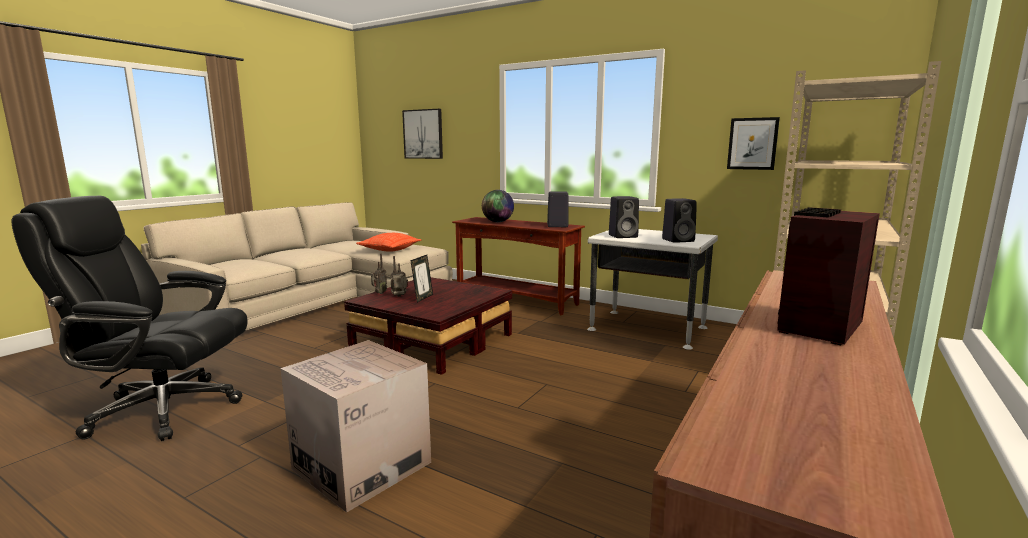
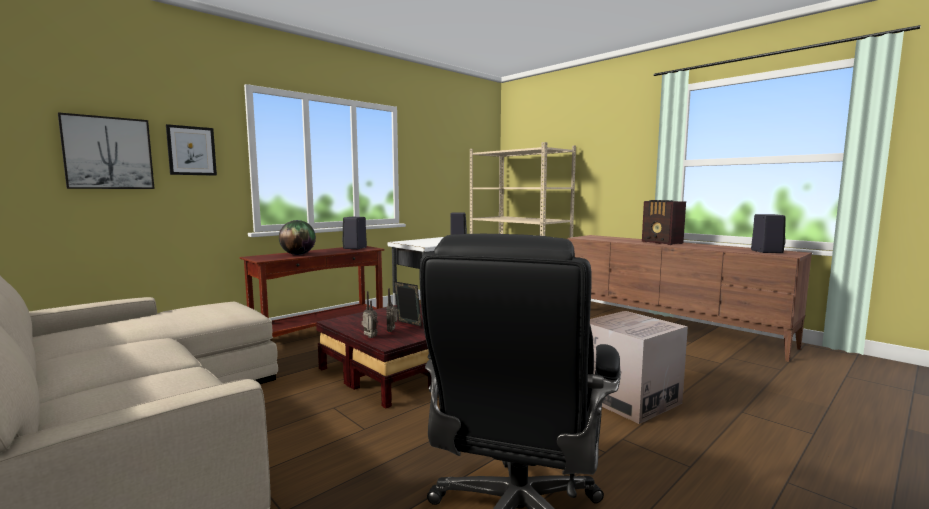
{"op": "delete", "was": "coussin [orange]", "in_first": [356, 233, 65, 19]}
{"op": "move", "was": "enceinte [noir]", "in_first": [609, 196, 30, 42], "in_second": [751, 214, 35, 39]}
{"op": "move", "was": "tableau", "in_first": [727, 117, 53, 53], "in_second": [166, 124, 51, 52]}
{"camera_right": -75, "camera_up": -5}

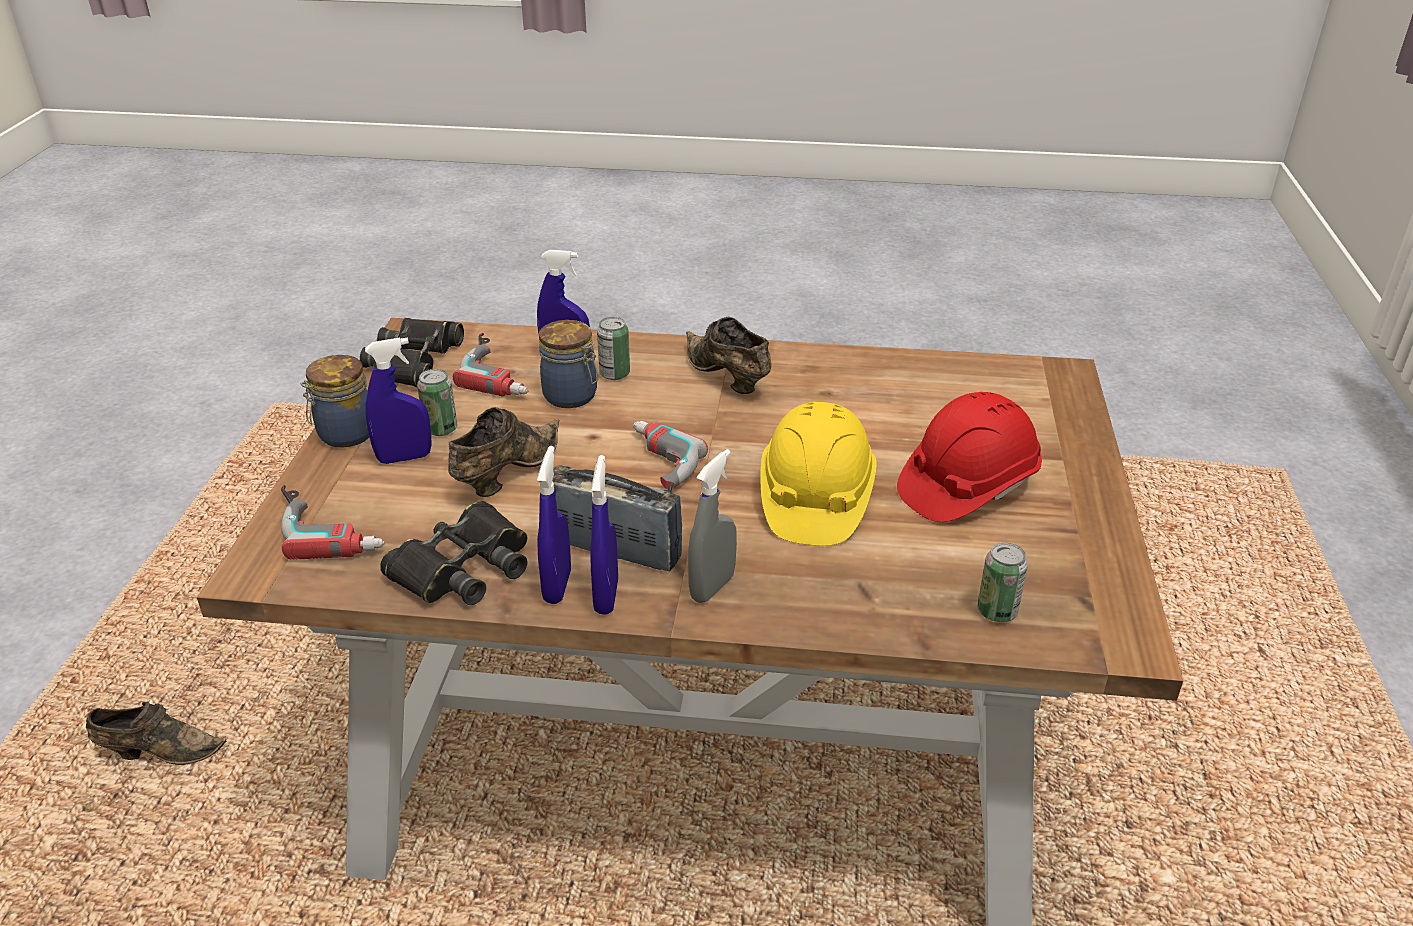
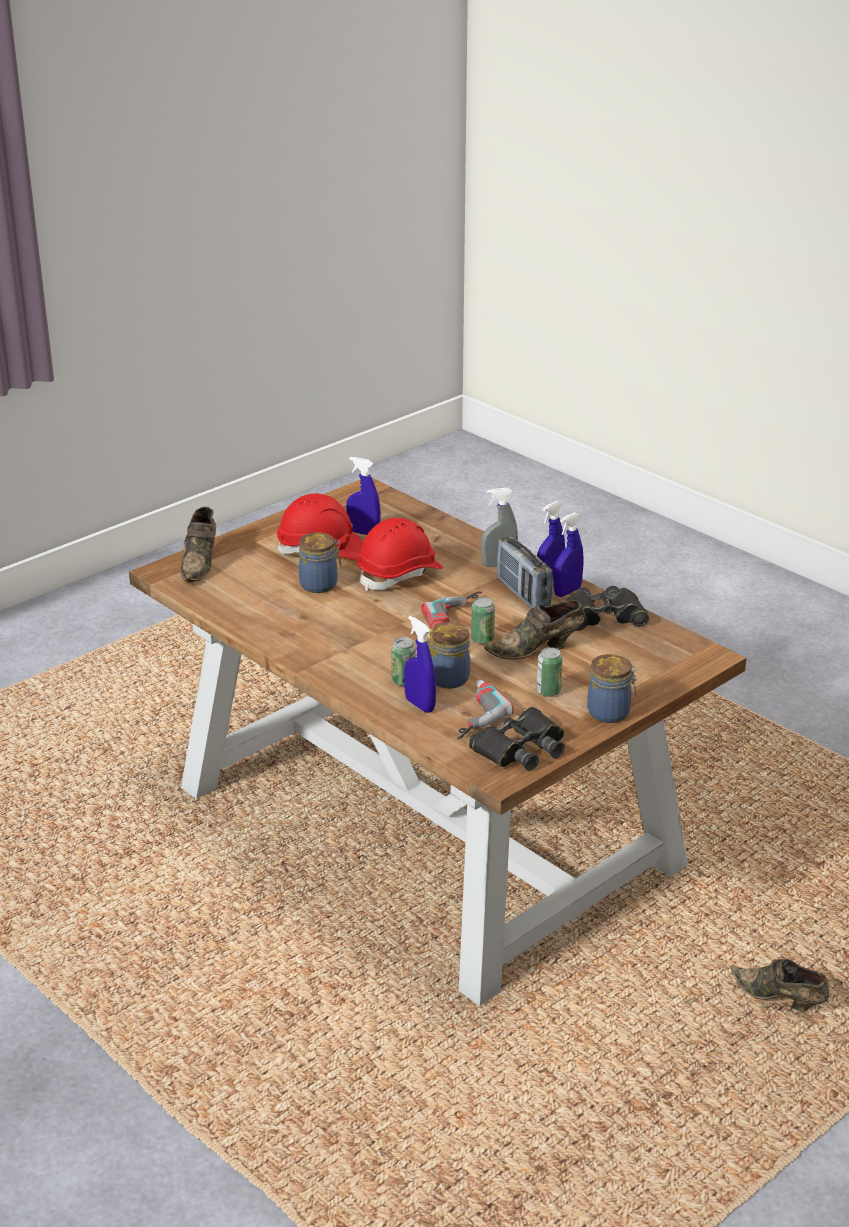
{"op": "delete", "was": "perceuse", "in_first": [281, 485, 104, 75]}
{"op": "insert", "now": "bocal", "in_second": [299, 532, 42, 61]}
{"op": "move", "was": "vaporisateur [bleu]", "in_first": [365, 337, 67, 127], "in_second": [346, 457, 35, 78]}
{"op": "move", "was": "chaussure [marron]", "in_first": [686, 317, 86, 77], "in_second": [180, 507, 36, 75]}
{"op": "move", "was": "boîte métallique", "in_first": [977, 542, 51, 80], "in_second": [471, 597, 24, 47]}
{"op": "recolor", "was": "casque de chantier [jaune]", "now": "casque de chantier [rouge]", "in_first": [760, 402, 117, 144], "in_second": [357, 518, 86, 73]}
{"camera_right": -140, "camera_up": -5}

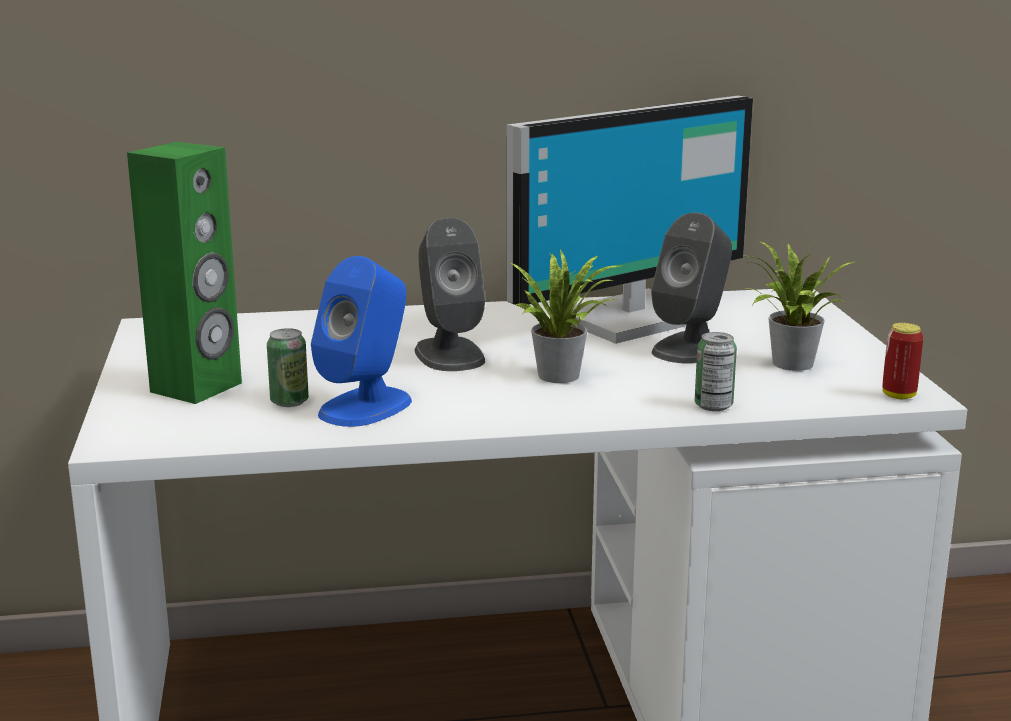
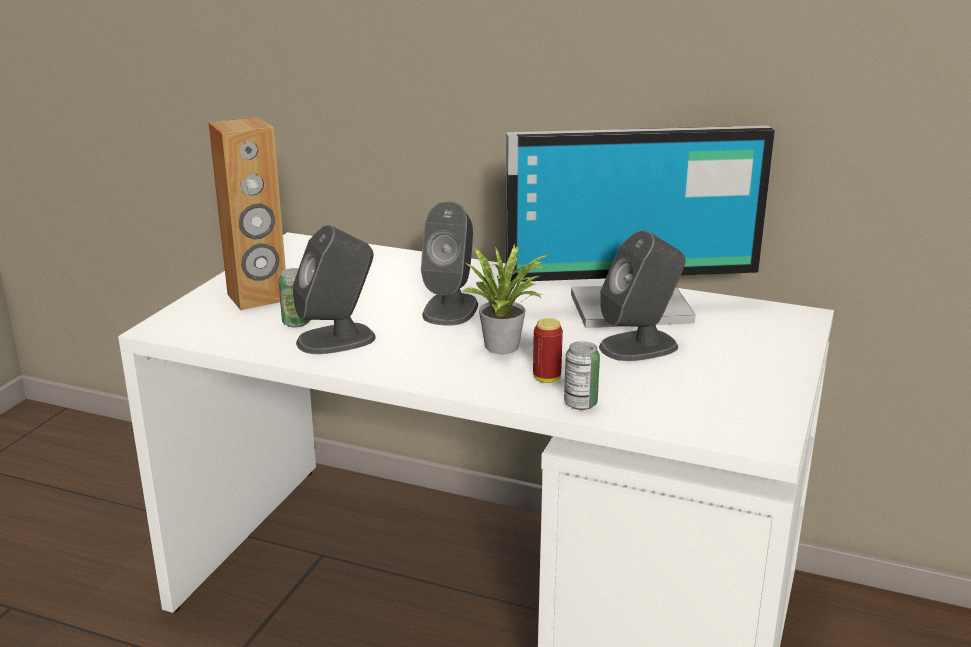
{"op": "delete", "was": "plante en pot", "in_first": [746, 241, 108, 130]}
{"op": "move", "was": "boîte métallique", "in_first": [882, 323, 41, 76], "in_second": [533, 318, 30, 65]}
{"op": "recolor", "was": "enceinte [vert]", "now": "enceinte [marron]", "in_first": [127, 142, 115, 262], "in_second": [209, 117, 77, 193]}
{"op": "recolor", "was": "enceinte [bleu]", "now": "enceinte [gris]", "in_first": [311, 256, 101, 171], "in_second": [293, 225, 83, 129]}
{"camera_right": 30, "camera_up": 5}

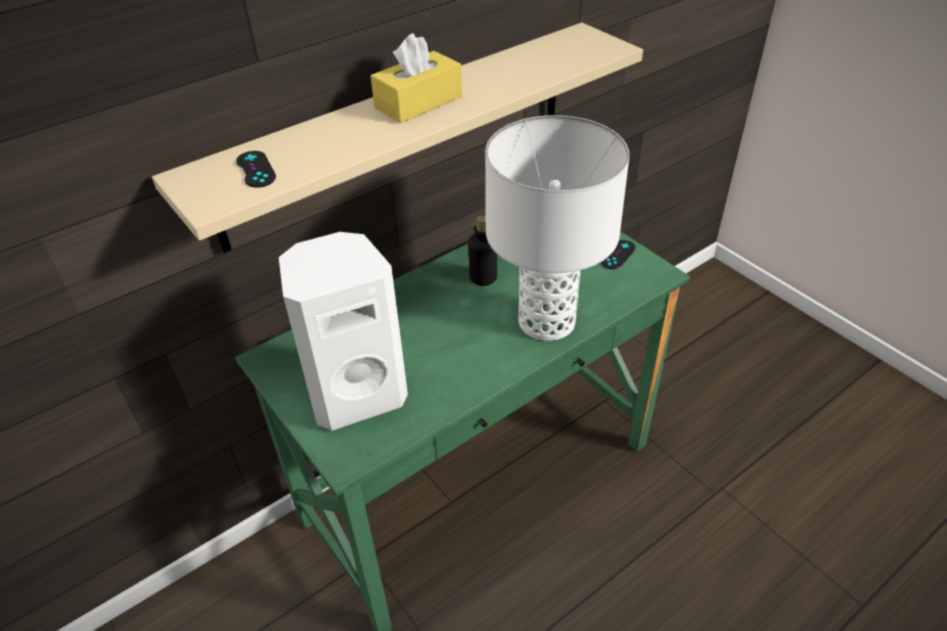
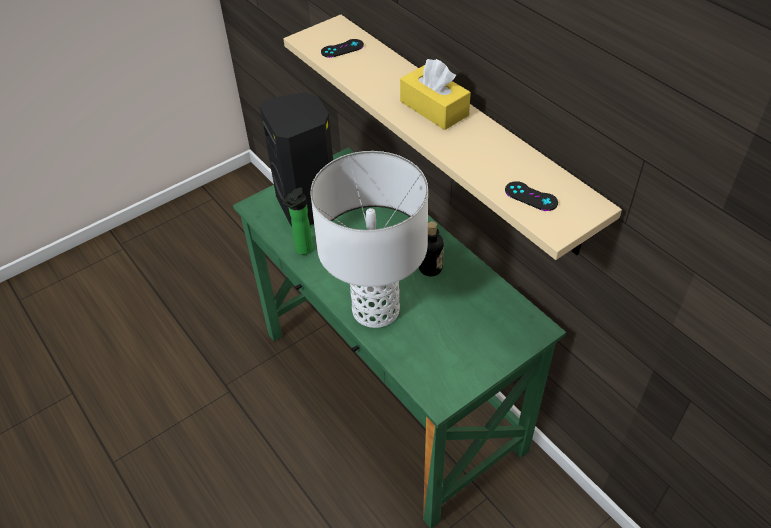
{"op": "insert", "now": "bouteille", "in_second": [282, 188, 31, 67]}
{"op": "move", "was": "manette [noir]", "in_first": [601, 240, 34, 29], "in_second": [505, 181, 53, 30]}
{"op": "recolor", "was": "enceinte [blanc]", "now": "enceinte [noir]", "in_first": [279, 232, 129, 199], "in_second": [260, 92, 73, 135]}
{"camera_right": 90, "camera_up": 5}

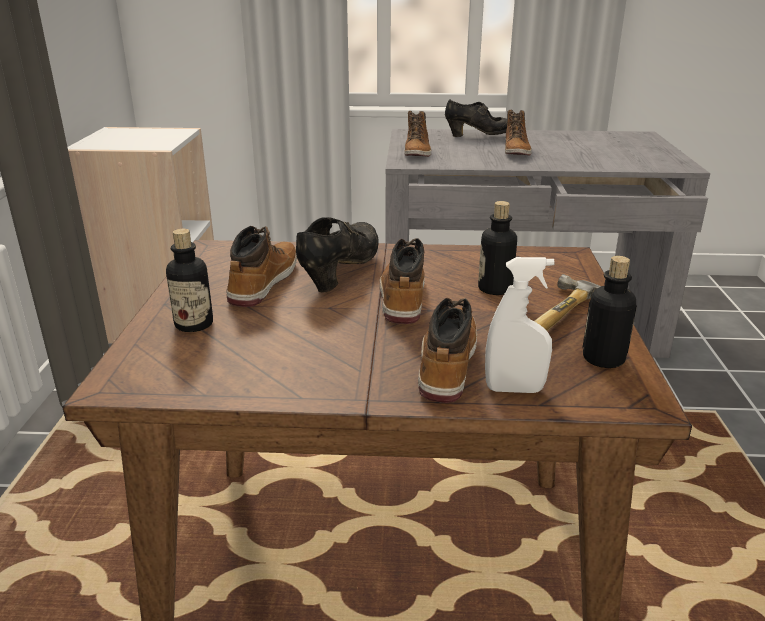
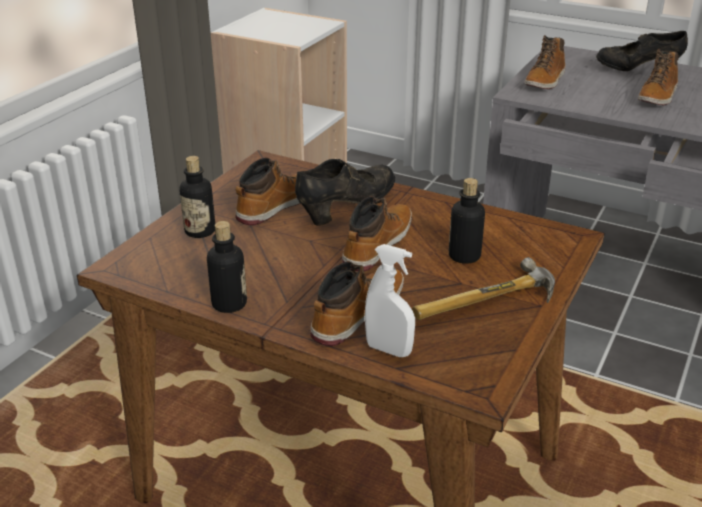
{"op": "move", "was": "bouteille", "in_first": [582, 256, 55, 112], "in_second": [207, 221, 40, 92]}
{"op": "rotate", "was": "chaussure [noir]", "in_first": [445, 99, 62, 38], "in_second": [596, 31, 92, 40], "clockwise": 150}
{"camera_right": 25, "camera_up": 5}

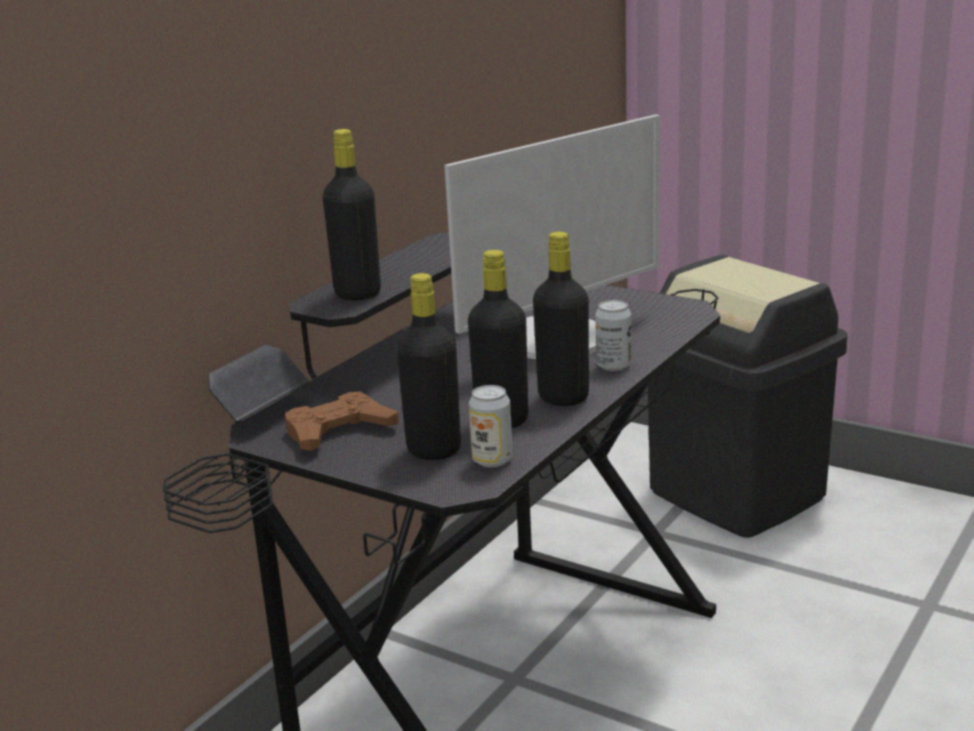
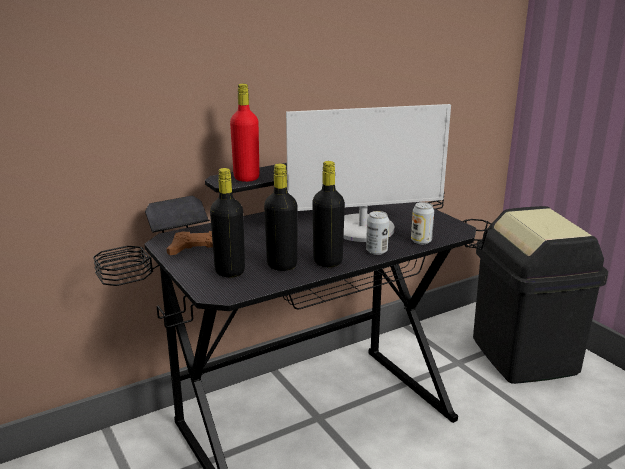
{"op": "move", "was": "boîte métallique", "in_first": [469, 385, 44, 83], "in_second": [411, 202, 23, 42]}
{"op": "recolor", "was": "bouteille [noir]", "now": "bouteille [rouge]", "in_first": [323, 129, 58, 171], "in_second": [230, 84, 29, 98]}
{"camera_right": 25, "camera_up": 0}

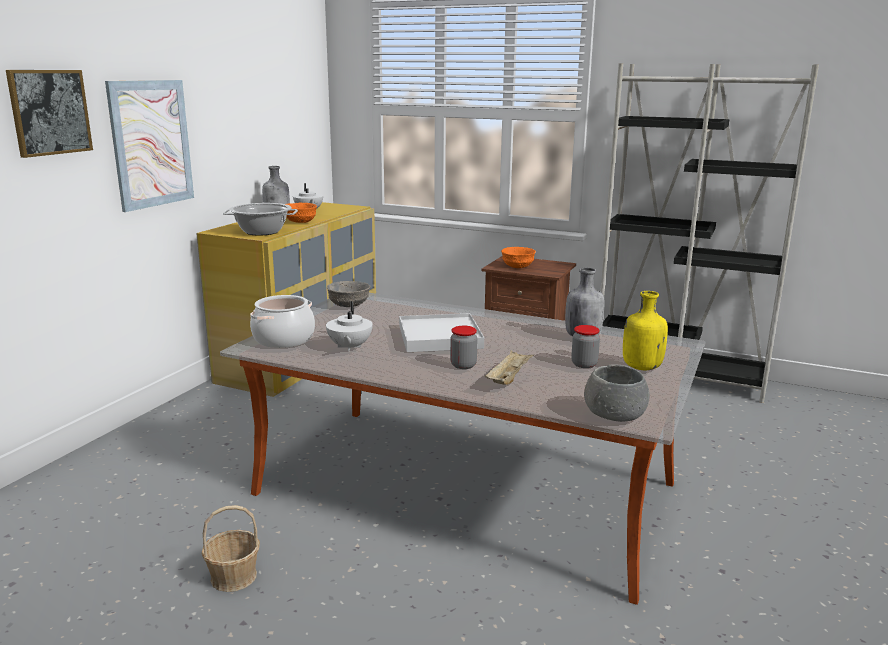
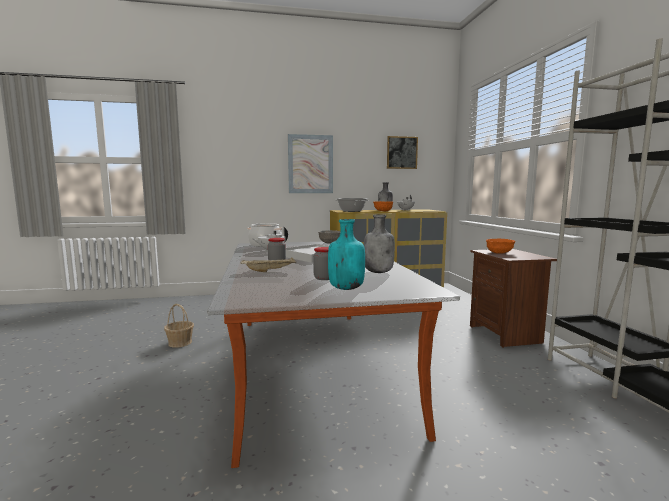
{"op": "delete", "was": "bol [gris]", "in_first": [584, 365, 66, 57]}
{"op": "move", "was": "tableau", "in_first": [6, 70, 87, 88], "in_second": [387, 136, 31, 33]}
{"op": "recolor", "was": "bouteille [jaune]", "now": "bouteille [turquoise]", "in_first": [623, 291, 45, 79], "in_second": [328, 219, 37, 71]}
{"camera_right": 55, "camera_up": -10}

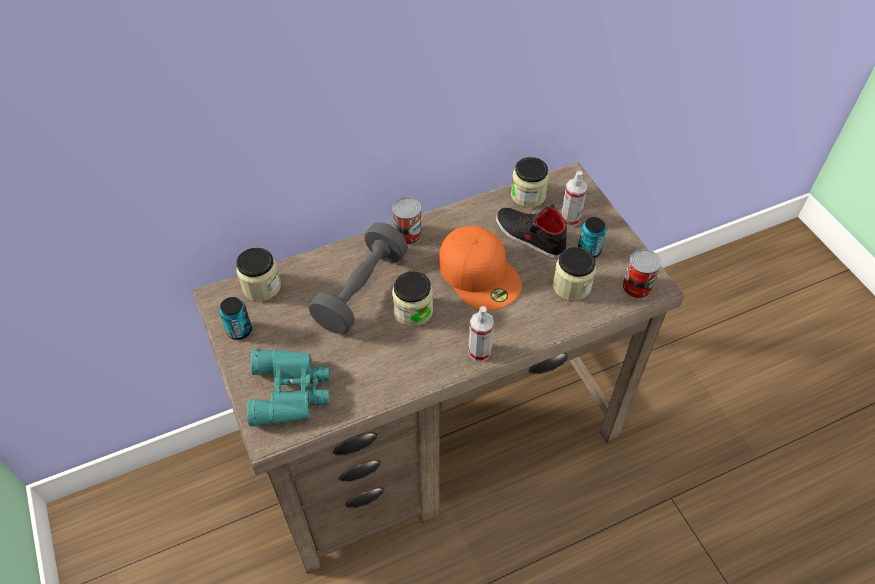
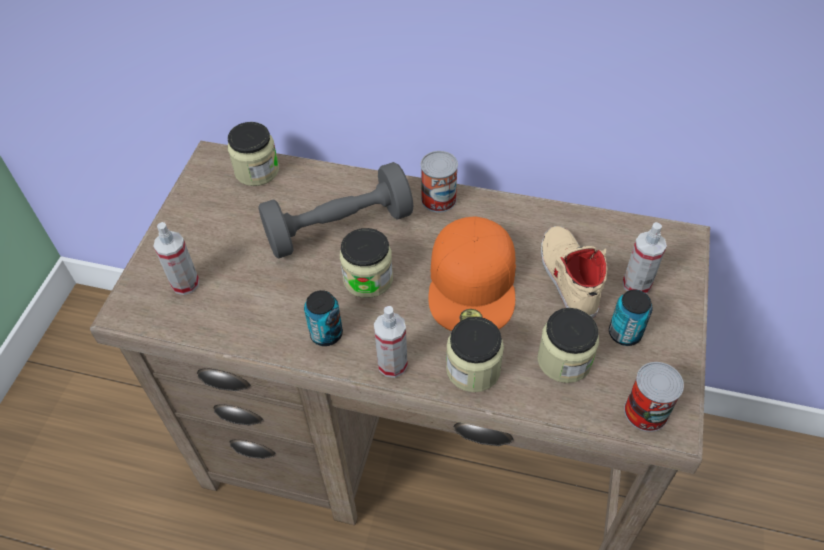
{"op": "move", "was": "boîte métallique", "in_first": [219, 297, 33, 43], "in_second": [304, 290, 39, 56]}
{"op": "move", "was": "bocal", "in_first": [511, 157, 38, 51], "in_second": [446, 317, 58, 75]}
{"op": "replace", "was": "jumelles [turquoise]", "now": "vaporisateur", "in_first": [247, 349, 83, 77], "in_second": [153, 222, 46, 73]}
{"op": "recolor", "was": "chaussure [noir]", "now": "chaussure [beige]", "in_first": [496, 204, 71, 55], "in_second": [541, 226, 66, 92]}
{"camera_right": 40, "camera_up": 0}

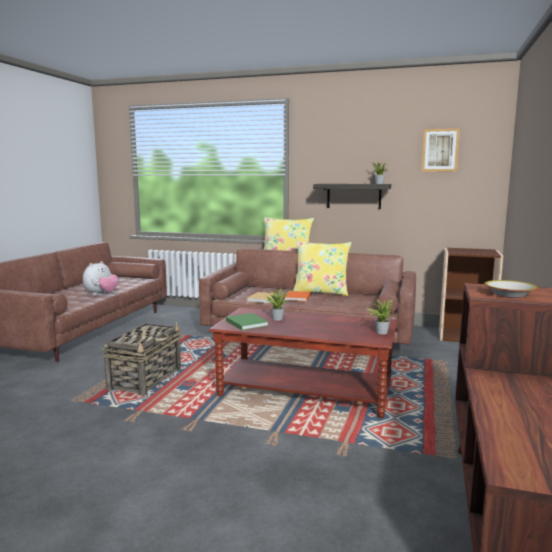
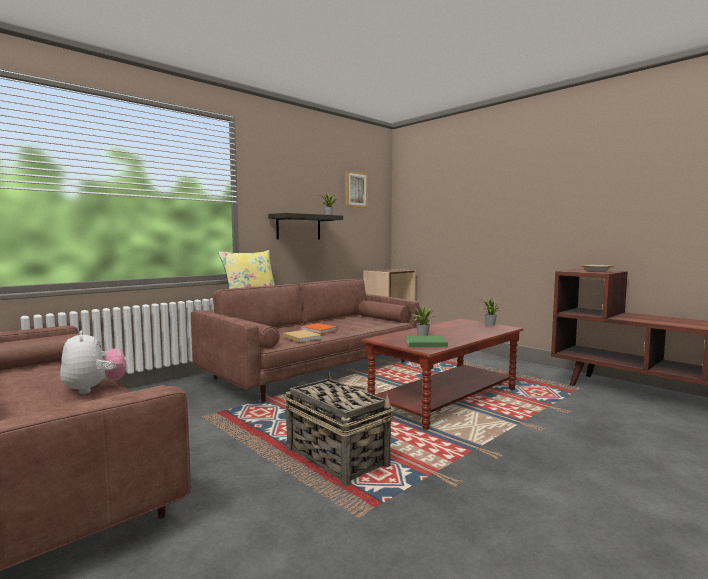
{"op": "delete", "was": "coussin [jaune]", "in_first": [293, 241, 59, 55]}
{"camera_right": -60, "camera_up": -5}

